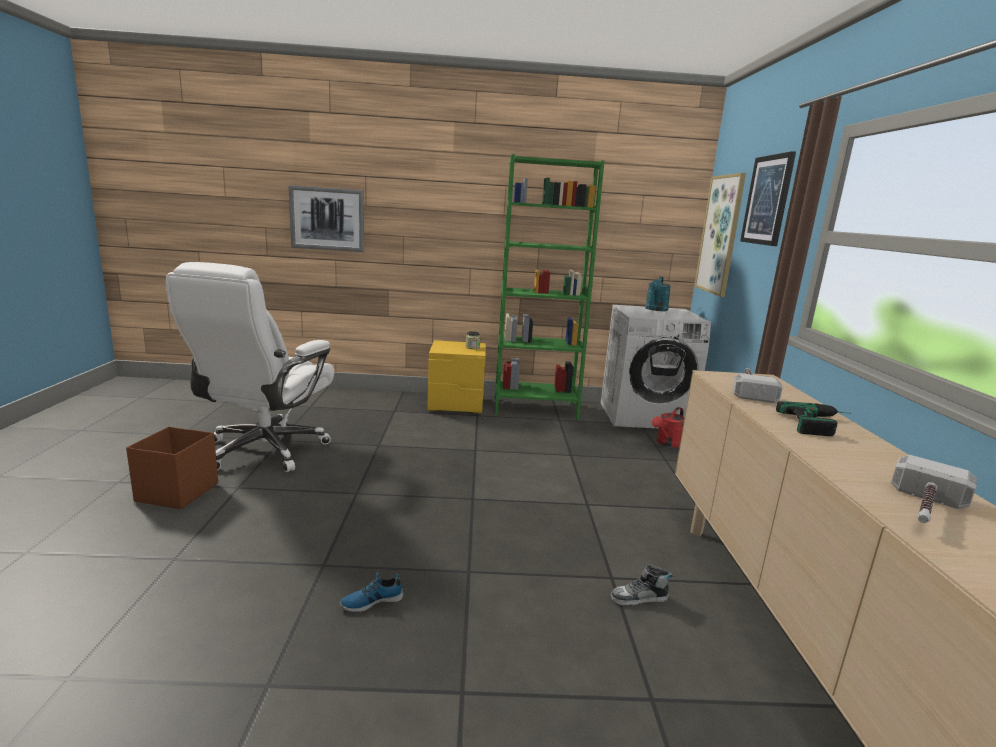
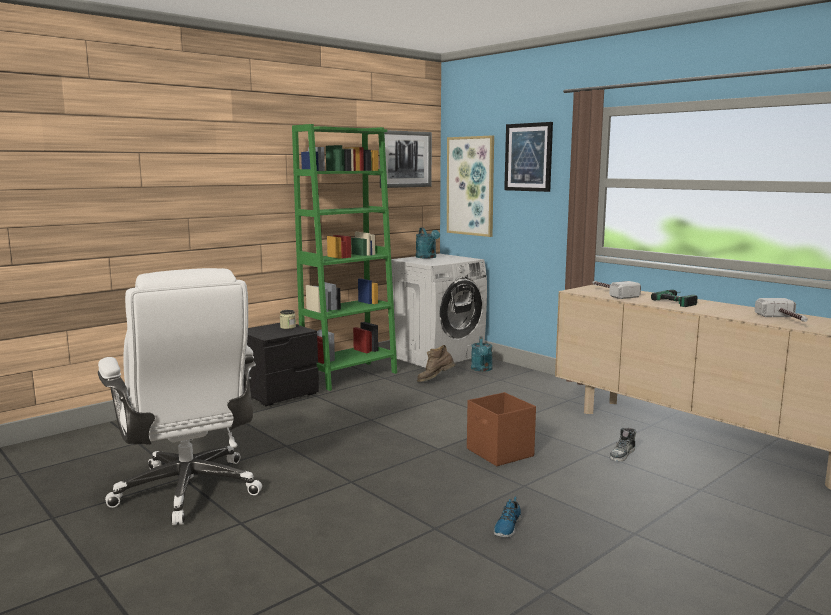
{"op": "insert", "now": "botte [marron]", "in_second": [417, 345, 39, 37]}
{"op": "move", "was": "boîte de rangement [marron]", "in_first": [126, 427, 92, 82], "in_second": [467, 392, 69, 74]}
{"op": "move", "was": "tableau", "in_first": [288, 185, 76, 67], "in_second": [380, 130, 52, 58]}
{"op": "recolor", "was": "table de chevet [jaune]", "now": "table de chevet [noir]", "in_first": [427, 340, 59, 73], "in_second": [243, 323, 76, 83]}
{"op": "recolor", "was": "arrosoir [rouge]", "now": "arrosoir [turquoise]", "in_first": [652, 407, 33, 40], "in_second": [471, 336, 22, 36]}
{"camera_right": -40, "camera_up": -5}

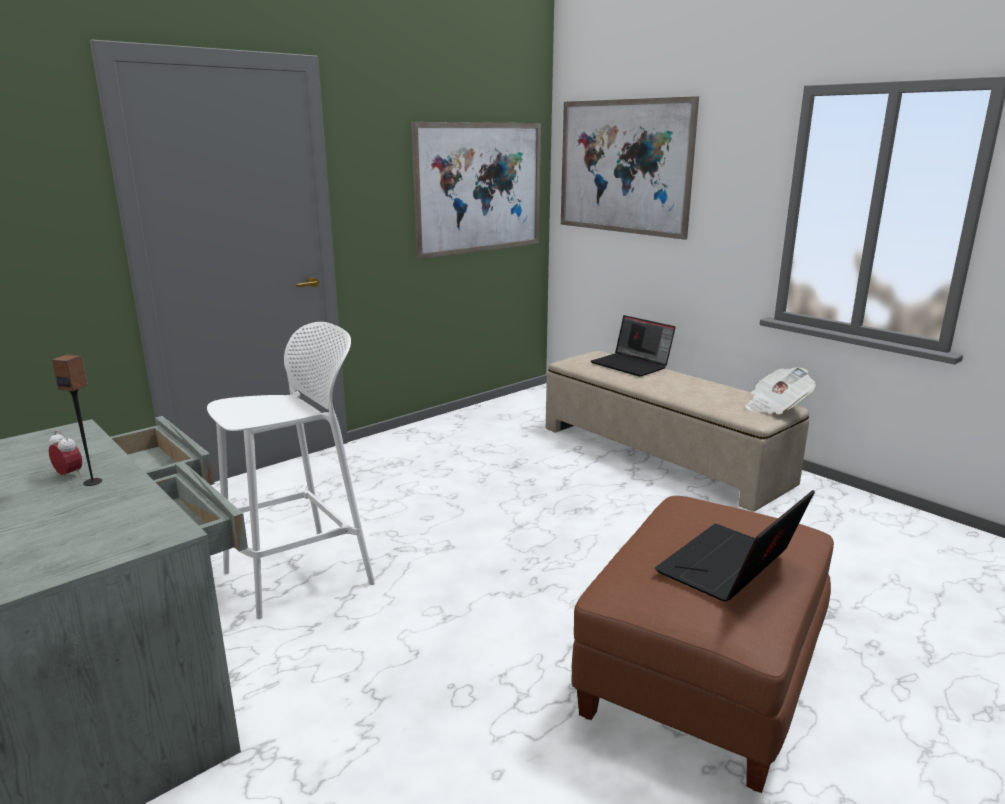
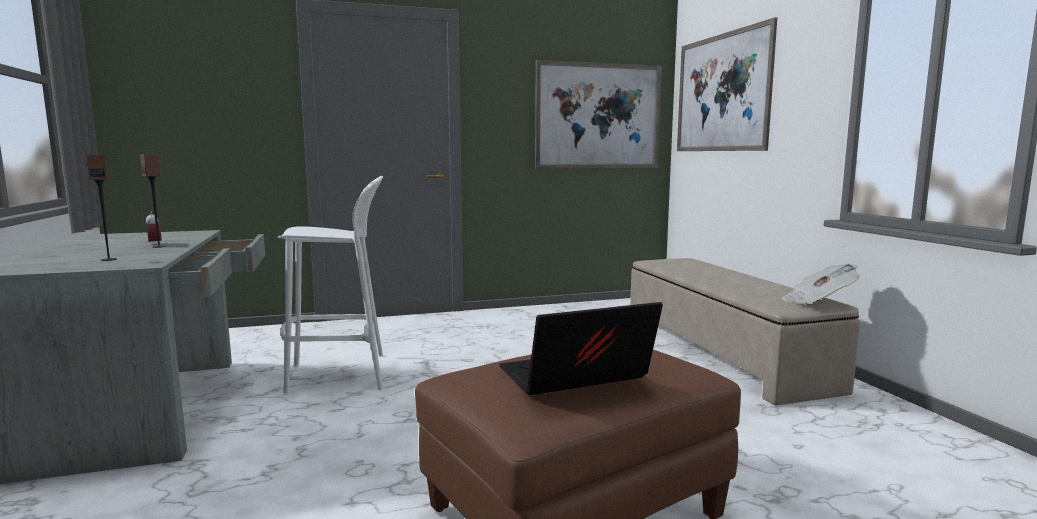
{"op": "delete", "was": "ordinateur portable", "in_first": [591, 315, 85, 62]}
{"op": "insert", "now": "enceinte", "in_second": [86, 155, 31, 106]}
{"camera_right": 25, "camera_up": -10}

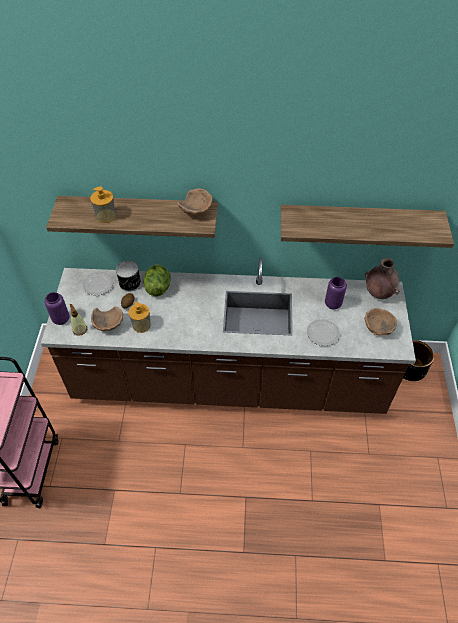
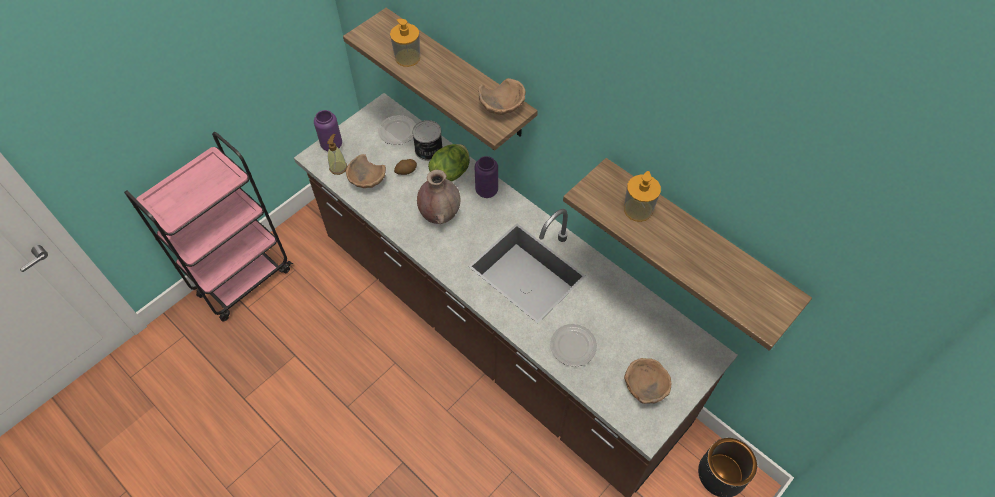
{"op": "move", "was": "distributeur de savon", "in_first": [128, 301, 23, 32], "in_second": [624, 171, 37, 51]}
{"op": "move", "was": "vase [violet]", "in_first": [325, 277, 22, 32], "in_second": [475, 156, 23, 42]}
{"op": "move", "was": "vase [marron]", "in_first": [365, 258, 35, 41], "in_second": [417, 170, 43, 54]}
{"camera_right": 40, "camera_up": 5}

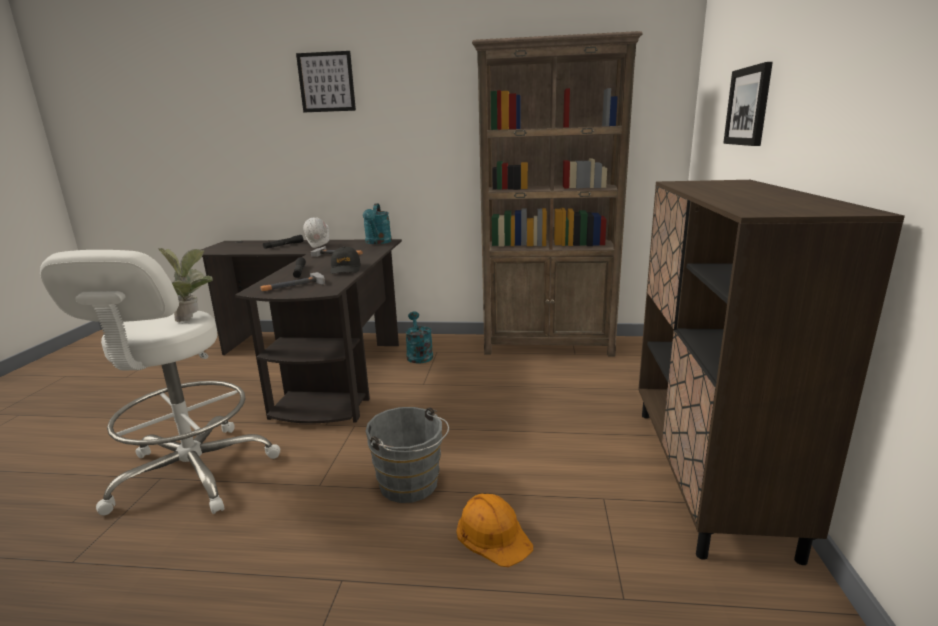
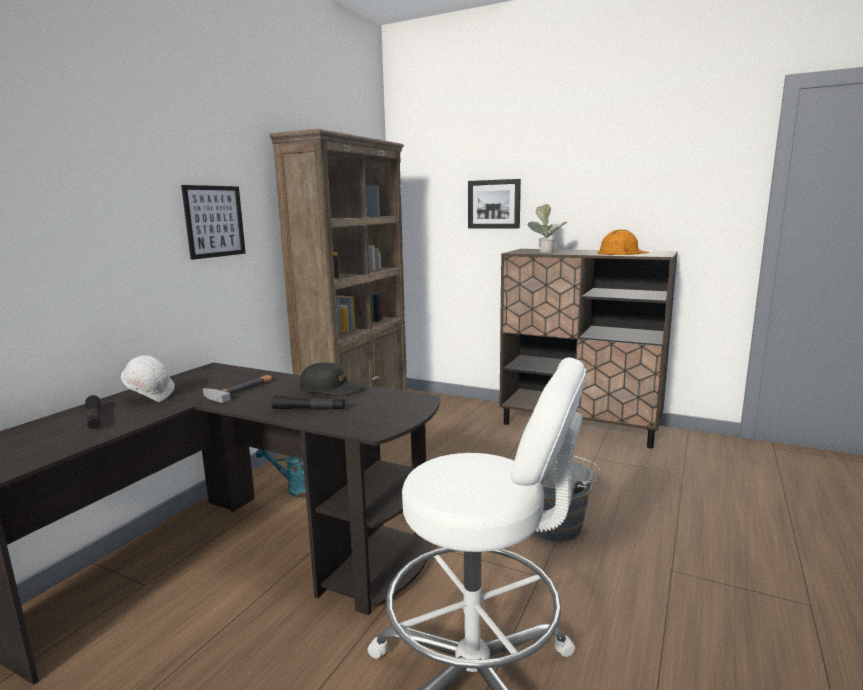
{"op": "delete", "was": "marteau", "in_first": [260, 272, 65, 19]}
{"op": "delete", "was": "arrosoir [turquoise]", "in_first": [363, 203, 29, 41]}
{"op": "move", "was": "plante en pot", "in_first": [159, 248, 54, 74], "in_second": [528, 204, 39, 49]}
{"op": "move", "was": "tableau", "in_first": [296, 51, 60, 61], "in_second": [181, 185, 65, 75]}
{"op": "move", "was": "casque de chantier [orange]", "in_first": [457, 493, 76, 74], "in_second": [597, 229, 52, 26]}
{"camera_right": -70, "camera_up": -5}

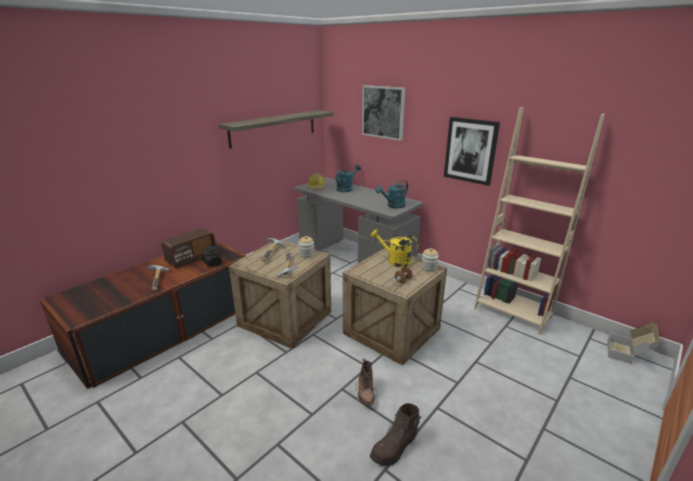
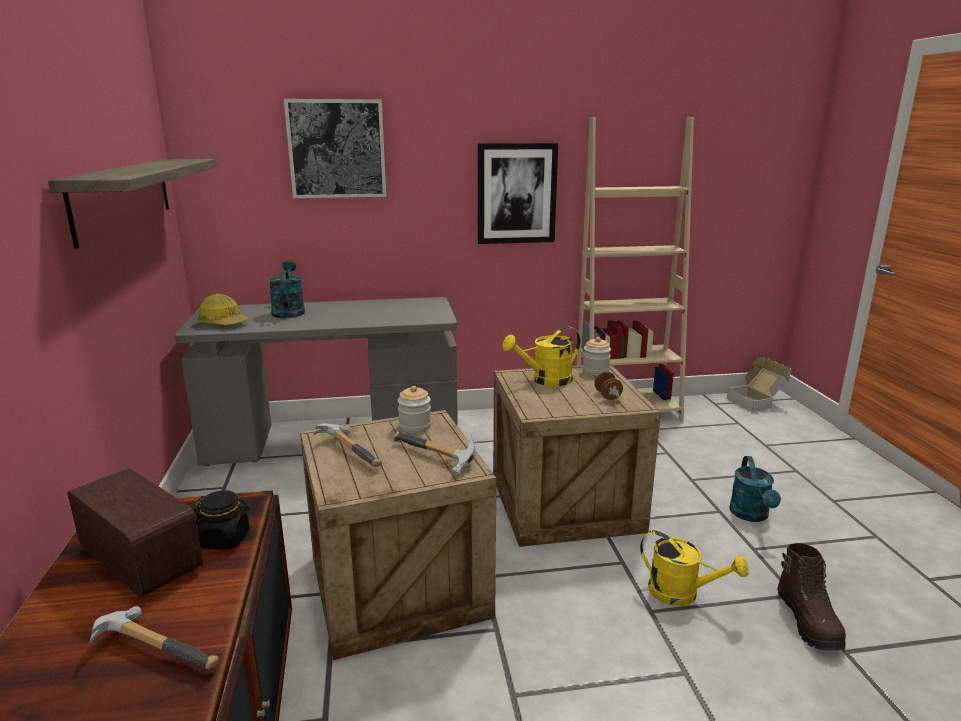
{"op": "move", "was": "arrosoir [turquoise]", "in_first": [376, 180, 32, 29], "in_second": [729, 456, 52, 66]}
{"op": "replace", "was": "botte [marron]", "now": "arrosoir [jaune]", "in_first": [355, 358, 22, 48], "in_second": [640, 530, 109, 76]}
{"op": "rotate", "was": "radio", "in_first": [161, 228, 55, 40], "in_second": [67, 468, 136, 129], "clockwise": -45}
{"camera_right": -50, "camera_up": -5}

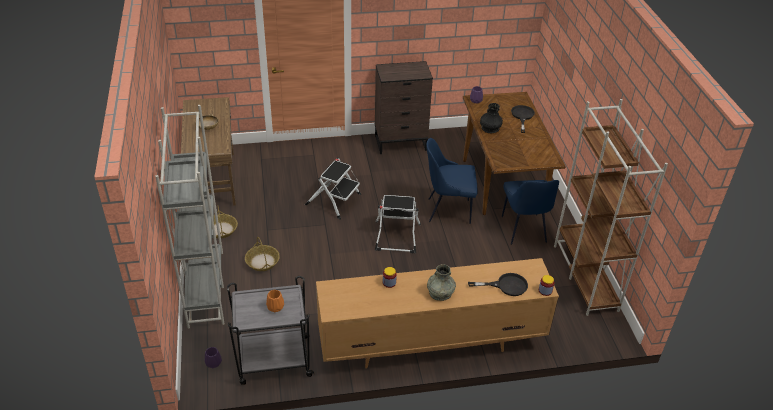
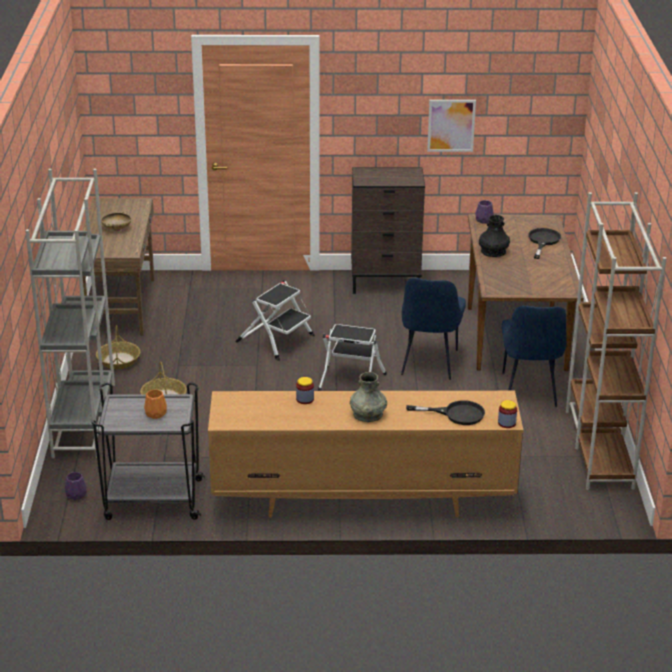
{"op": "insert", "now": "tableau", "in_second": [427, 100, 49, 52]}
{"op": "rotate", "was": "chaise [bleu]", "in_first": [426, 138, 52, 86], "in_second": [401, 278, 65, 102], "clockwise": -90}
{"camera_right": 10, "camera_up": -10}

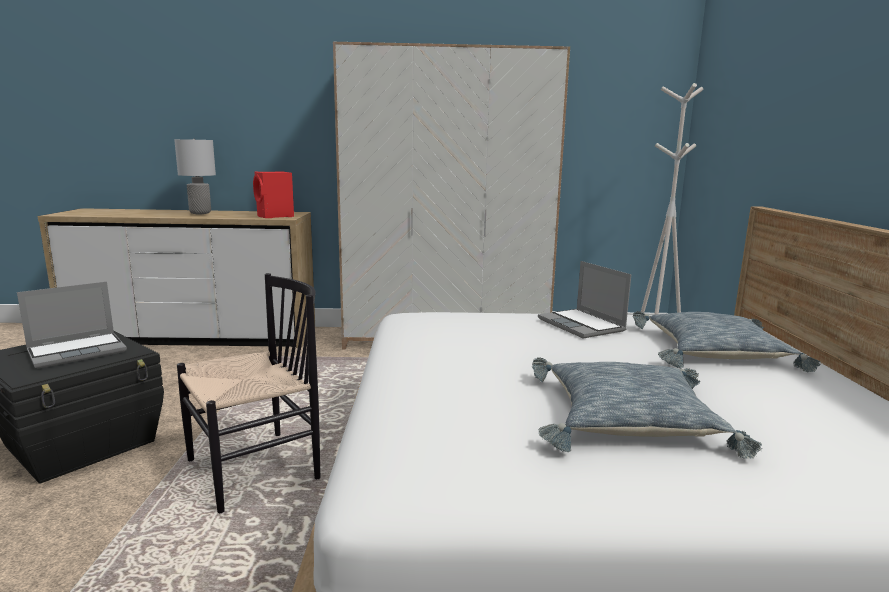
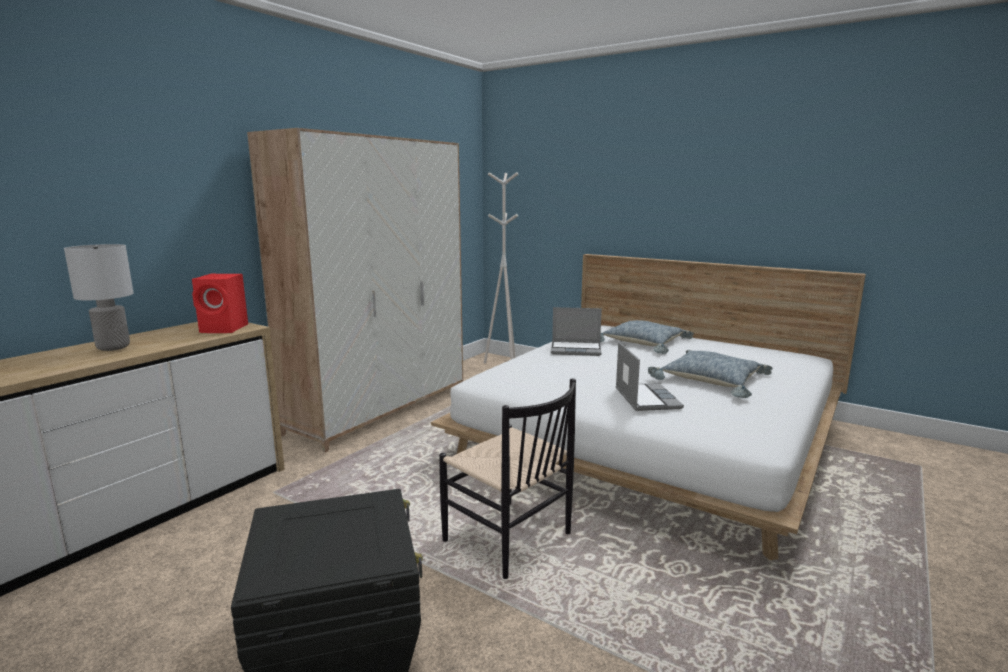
{"op": "move", "was": "ordinateur portable", "in_first": [17, 281, 110, 88], "in_second": [616, 342, 68, 69]}
{"op": "rotate", "was": "chaise [noir]", "in_first": [177, 273, 143, 240], "in_second": [439, 379, 137, 200], "clockwise": 135}
{"camera_right": -55, "camera_up": 0}

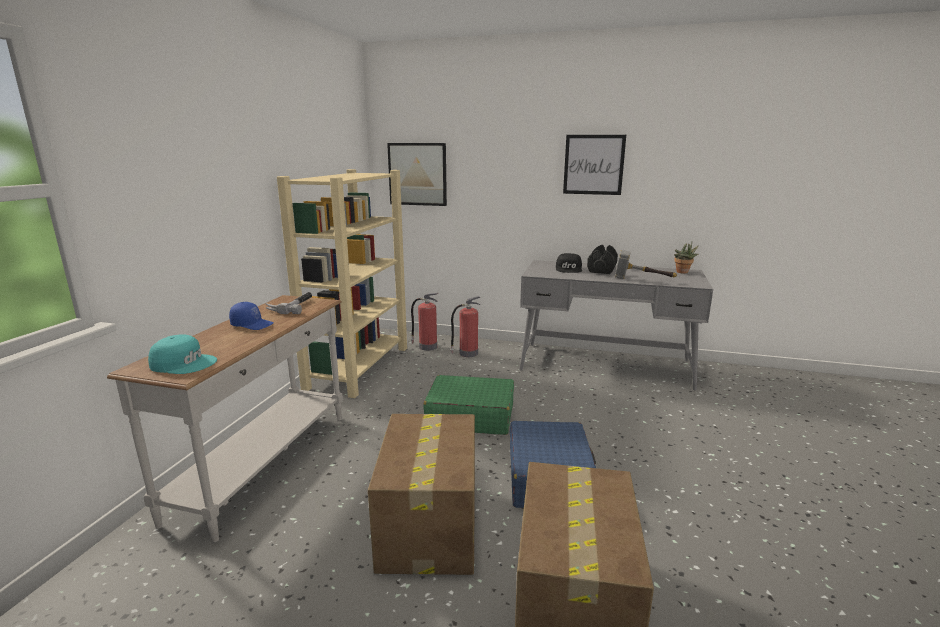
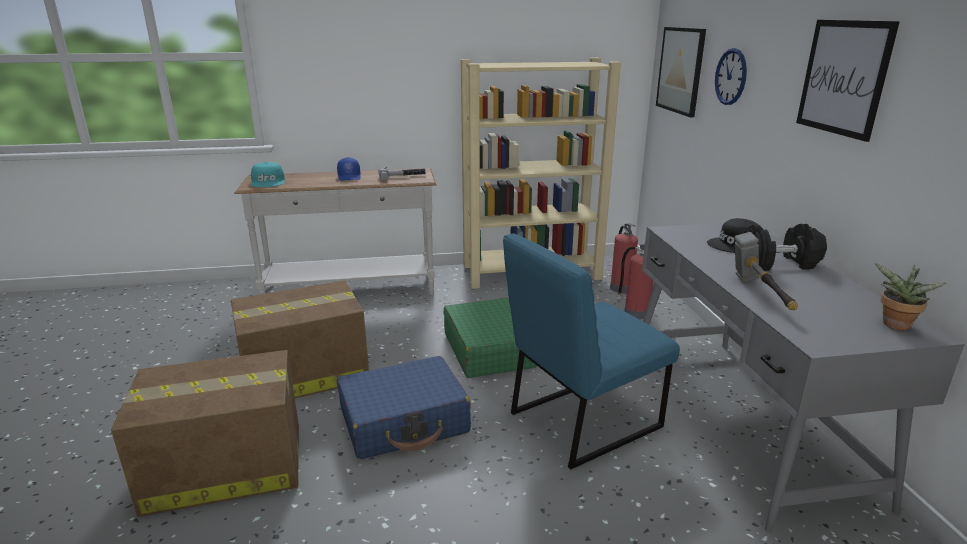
{"op": "insert", "now": "chaise [bleu]", "in_second": [503, 233, 177, 236]}
{"op": "insert", "now": "horloge murale", "in_second": [715, 48, 32, 57]}
{"camera_right": 65, "camera_up": 5}

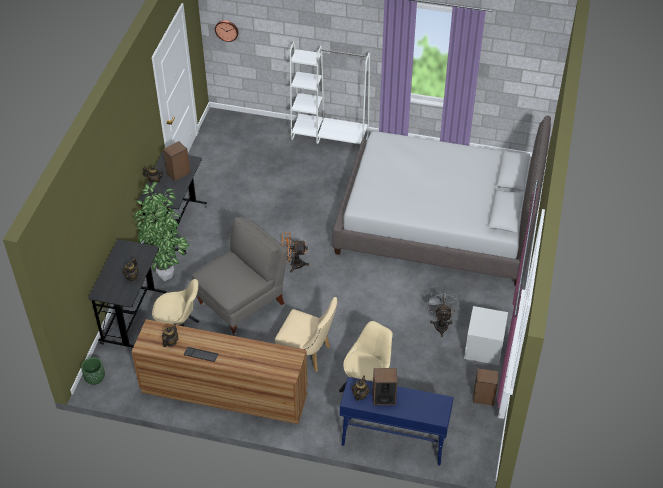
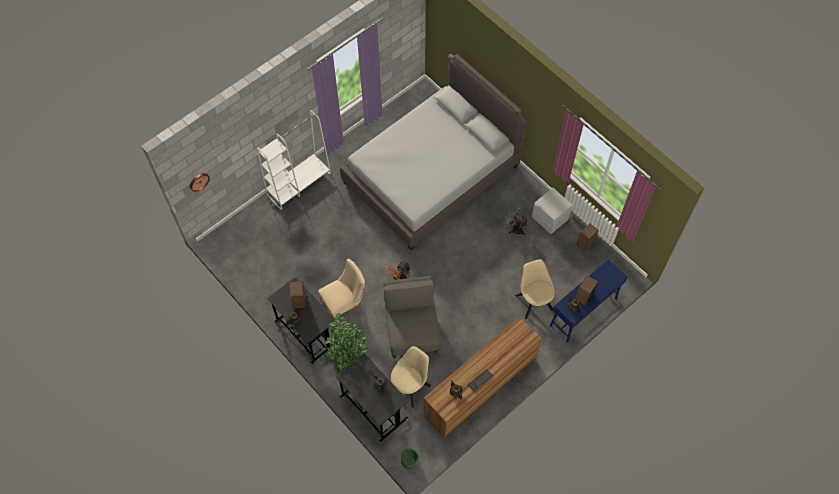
{"op": "move", "was": "chaise [beige]", "in_first": [275, 297, 63, 75], "in_second": [318, 259, 47, 60]}
{"camera_right": -55, "camera_up": 15}

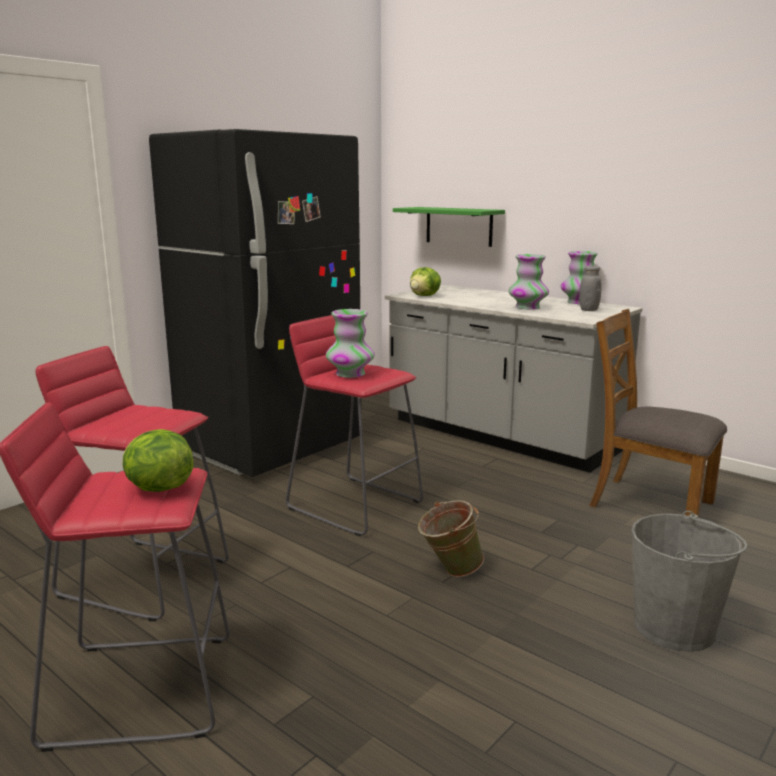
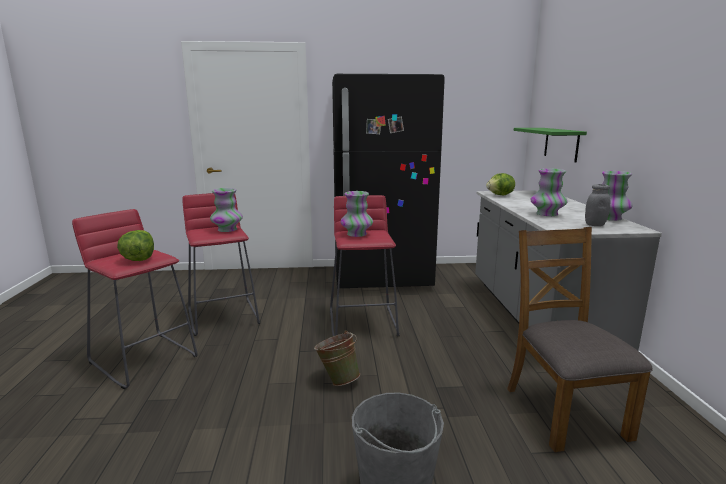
{"op": "insert", "now": "vase", "in_second": [210, 188, 33, 44]}
{"camera_right": 45, "camera_up": 0}

